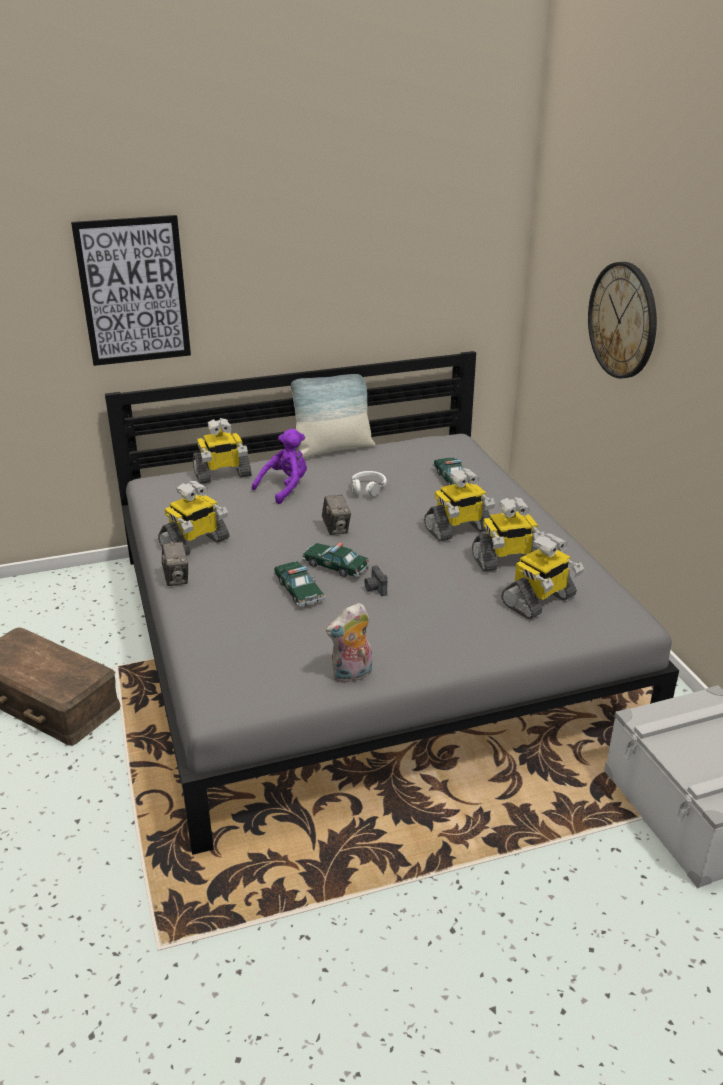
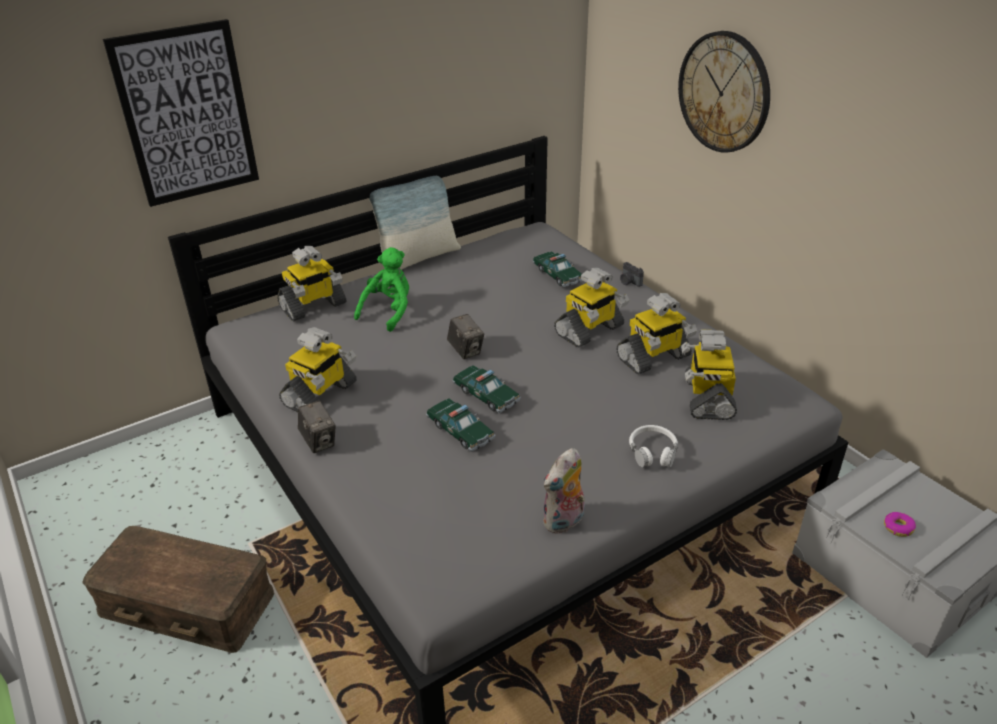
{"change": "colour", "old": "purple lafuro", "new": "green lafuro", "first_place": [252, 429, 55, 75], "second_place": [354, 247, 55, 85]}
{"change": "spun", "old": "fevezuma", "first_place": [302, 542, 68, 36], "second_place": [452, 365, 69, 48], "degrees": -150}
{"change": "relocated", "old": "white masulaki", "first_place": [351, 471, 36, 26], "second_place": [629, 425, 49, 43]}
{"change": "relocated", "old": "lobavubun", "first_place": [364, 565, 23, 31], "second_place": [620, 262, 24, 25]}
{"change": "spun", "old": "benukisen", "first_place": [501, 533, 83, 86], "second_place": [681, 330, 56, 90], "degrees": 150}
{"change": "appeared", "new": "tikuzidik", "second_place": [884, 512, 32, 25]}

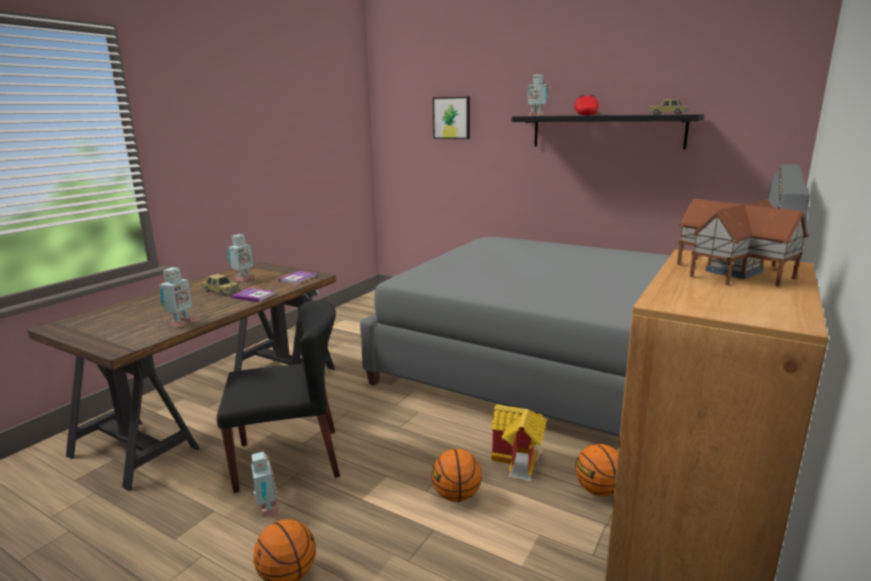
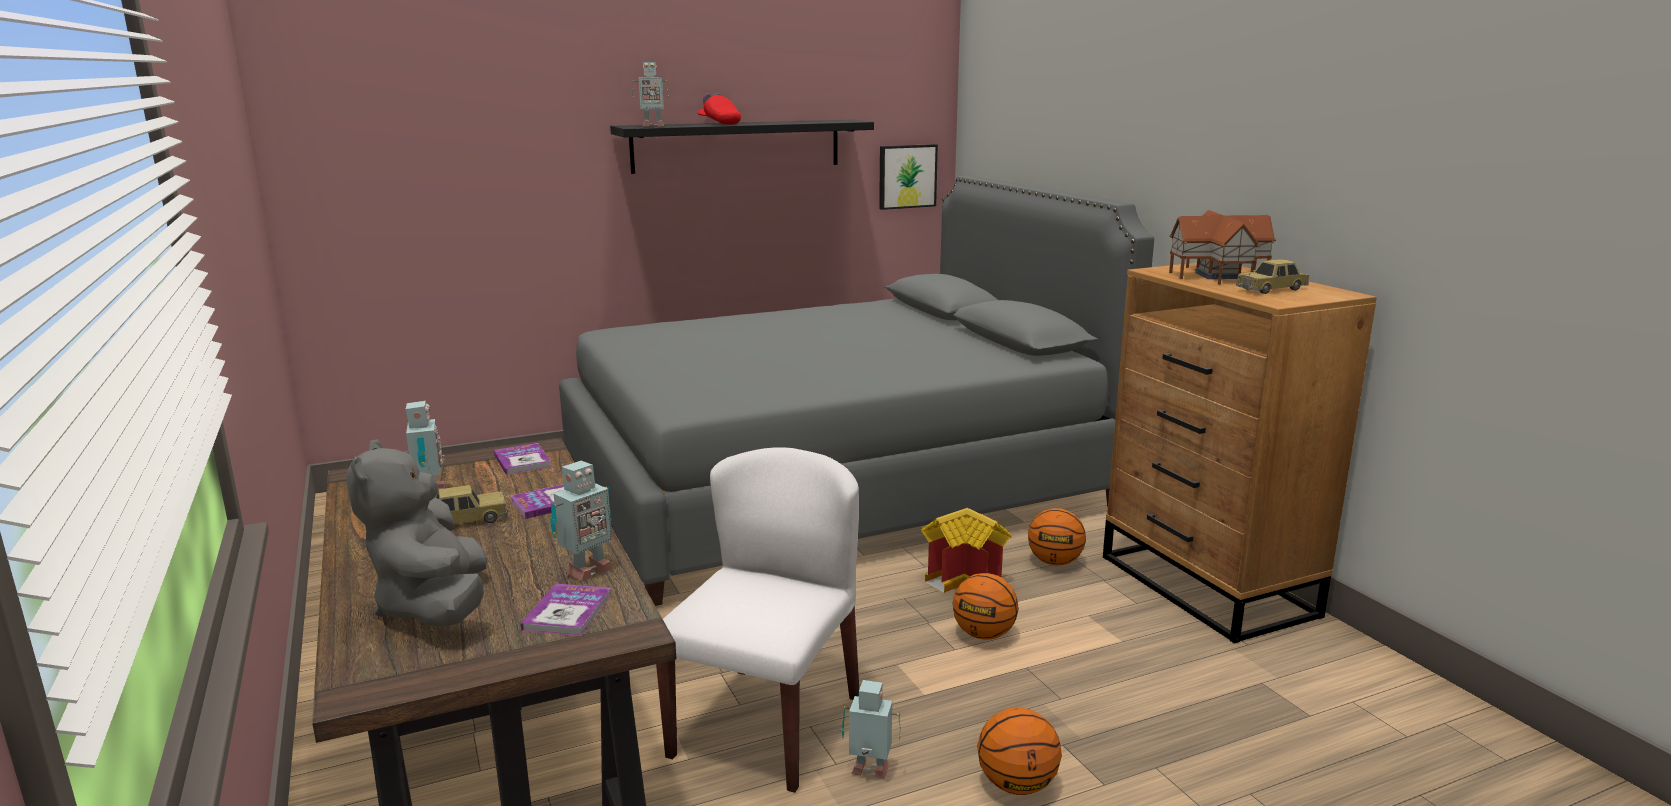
{"change": "spun", "old": "benukisen", "first_place": [160, 267, 35, 61], "second_place": [550, 461, 64, 120], "degrees": 75}
{"change": "colour", "old": "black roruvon", "new": "white roruvon", "first_place": [217, 301, 123, 192], "second_place": [656, 447, 203, 346]}
{"change": "relocated", "old": "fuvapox", "first_place": [433, 97, 37, 42], "second_place": [879, 144, 59, 66]}
{"change": "relocated", "old": "fevezuma", "first_place": [649, 99, 40, 16], "second_place": [1236, 259, 73, 35]}
{"change": "appeared", "new": "grey lafuro", "second_place": [346, 439, 141, 187]}
{"change": "appeared", "new": "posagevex", "second_place": [520, 584, 91, 52]}

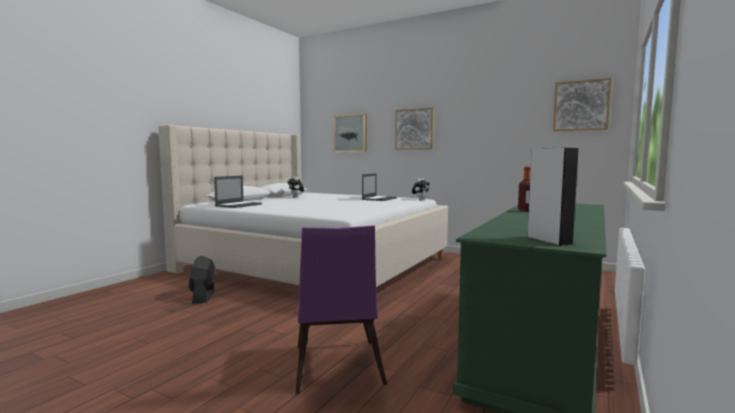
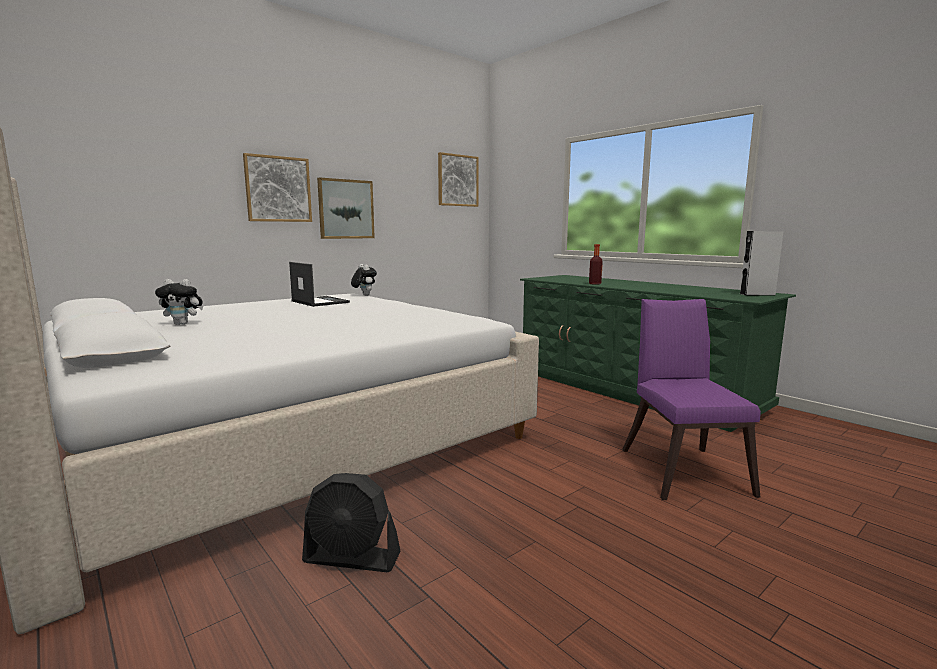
{"change": "missing", "old": "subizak", "first_place": [214, 176, 48, 32]}
{"change": "spun", "old": "purple roruvon", "first_place": [295, 225, 92, 169], "second_place": [622, 299, 139, 201], "degrees": -105}
{"change": "relocated", "old": "fuvapox", "first_place": [334, 114, 32, 38], "second_place": [317, 177, 58, 62]}

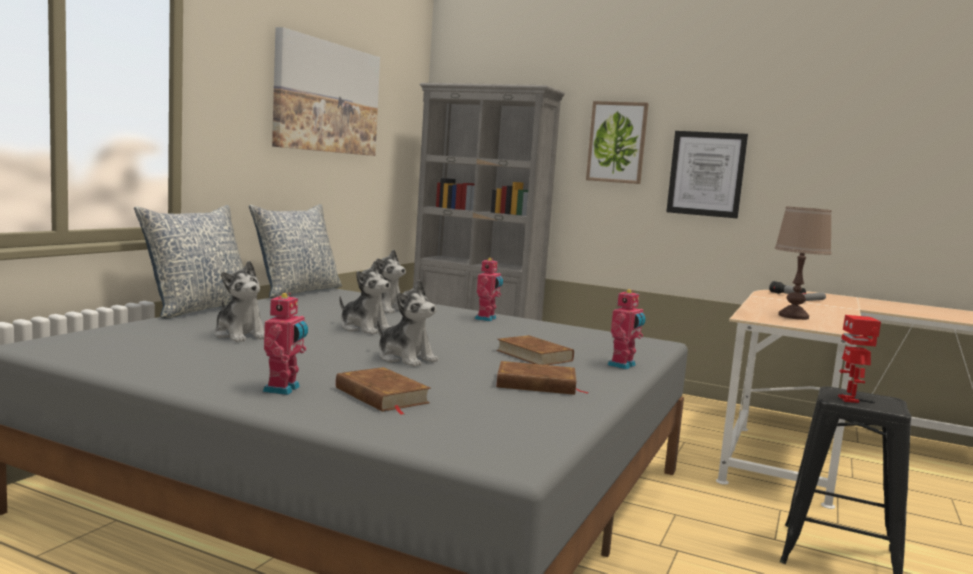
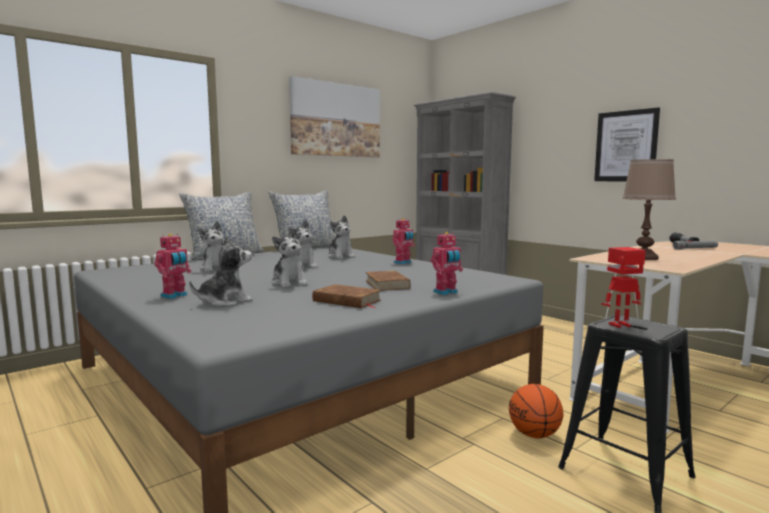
{"change": "exchanged", "old": "brown posagevex", "new": "lafuro", "first_place": [336, 367, 95, 48], "second_place": [189, 236, 64, 71]}
{"change": "missing", "old": "fuvapox", "first_place": [586, 101, 63, 83]}
{"change": "spun", "old": "benukisen", "first_place": [838, 315, 43, 88], "second_place": [602, 247, 44, 81], "degrees": 45}
{"change": "appeared", "new": "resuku", "second_place": [509, 384, 55, 55]}

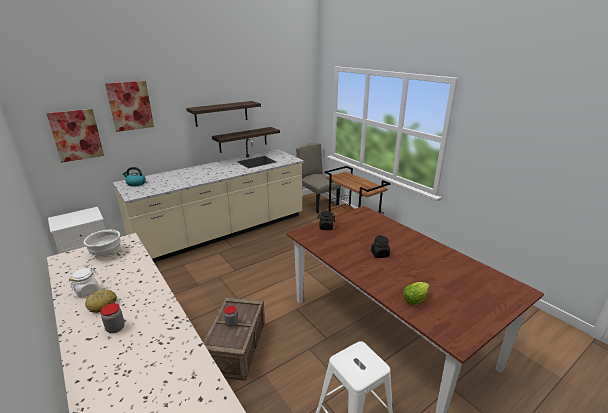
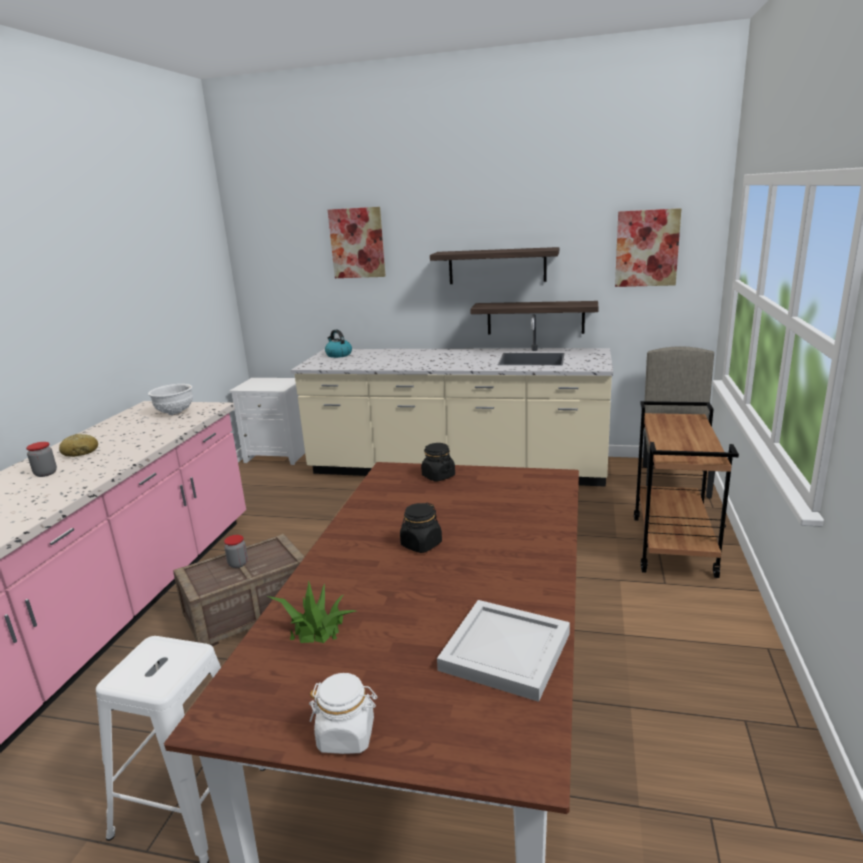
{"change": "relocated", "old": "fuvapox", "first_place": [46, 109, 58, 54], "second_place": [615, 208, 66, 79]}
{"change": "relocated", "old": "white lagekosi", "first_place": [69, 268, 30, 29], "second_place": [309, 673, 68, 81]}
{"change": "exchanged", "old": "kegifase", "new": "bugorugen", "first_place": [403, 282, 27, 23], "second_place": [267, 580, 89, 63]}
{"change": "appeared", "new": "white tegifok", "second_place": [437, 600, 133, 102]}

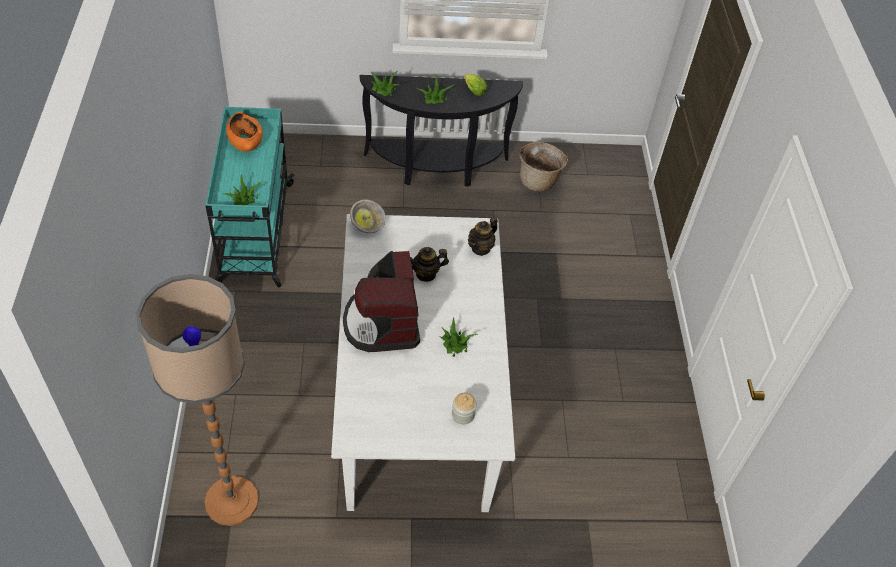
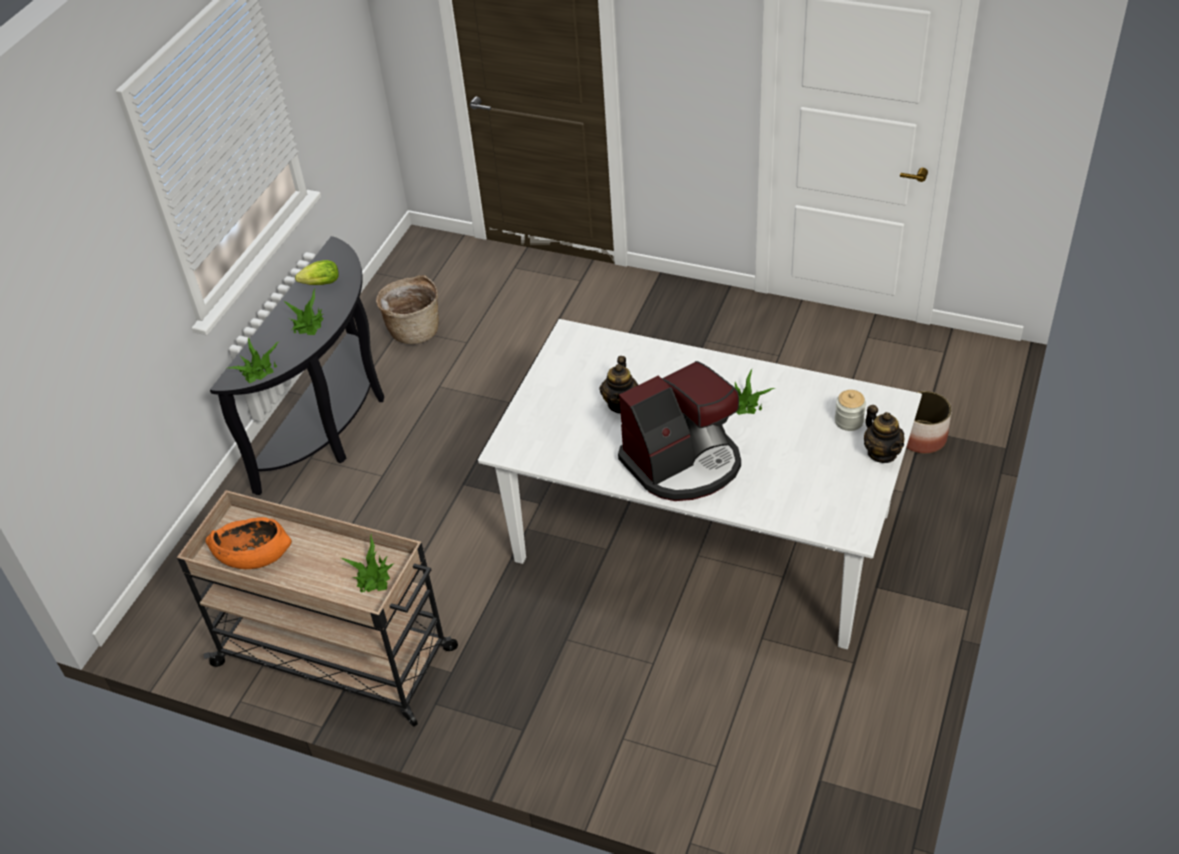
{"change": "missing", "old": "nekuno", "first_place": [136, 274, 123, 252]}
{"change": "colour", "old": "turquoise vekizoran", "new": "beige vekizoran", "first_place": [205, 107, 89, 181], "second_place": [177, 490, 281, 237]}
{"change": "spun", "old": "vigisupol", "first_place": [343, 251, 77, 101], "second_place": [618, 361, 123, 140], "degrees": -45}
{"change": "missing", "old": "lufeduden", "first_place": [350, 200, 35, 33]}
{"change": "relocated", "old": "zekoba", "first_place": [468, 217, 30, 39], "second_place": [864, 405, 40, 58]}
{"change": "appeared", "new": "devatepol", "second_place": [906, 391, 46, 63]}

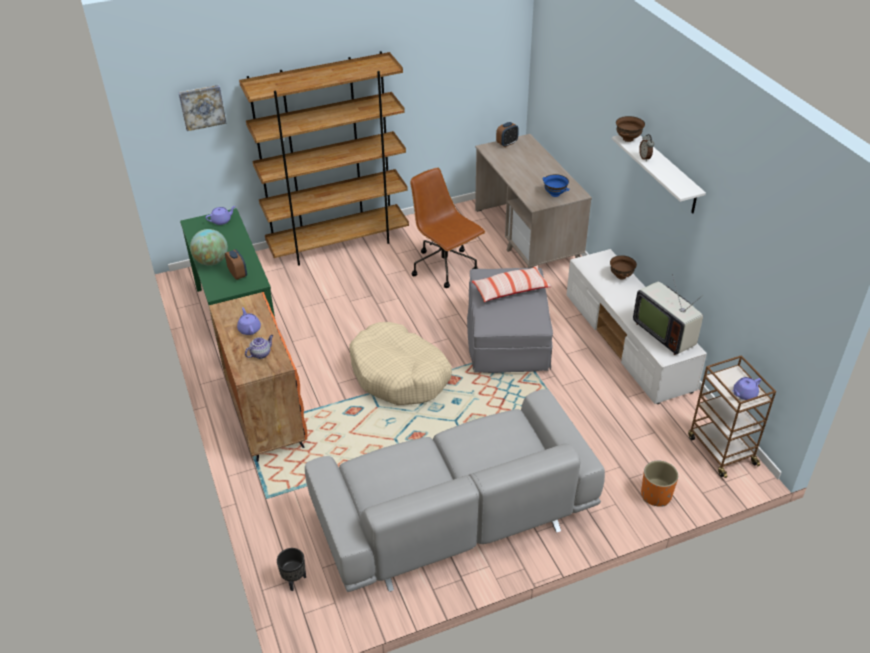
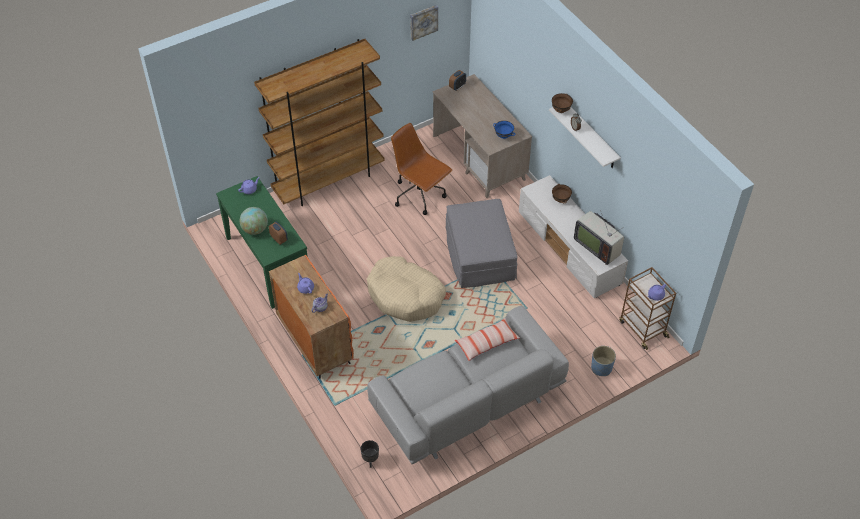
{"change": "relocated", "old": "fuvapox", "first_place": [178, 85, 48, 46], "second_place": [410, 5, 28, 36]}
{"change": "relocated", "old": "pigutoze", "first_place": [471, 266, 80, 36], "second_place": [455, 318, 65, 43]}
{"change": "colour", "old": "orange devatepol", "new": "blue devatepol", "first_place": [641, 461, 37, 46], "second_place": [591, 346, 25, 30]}

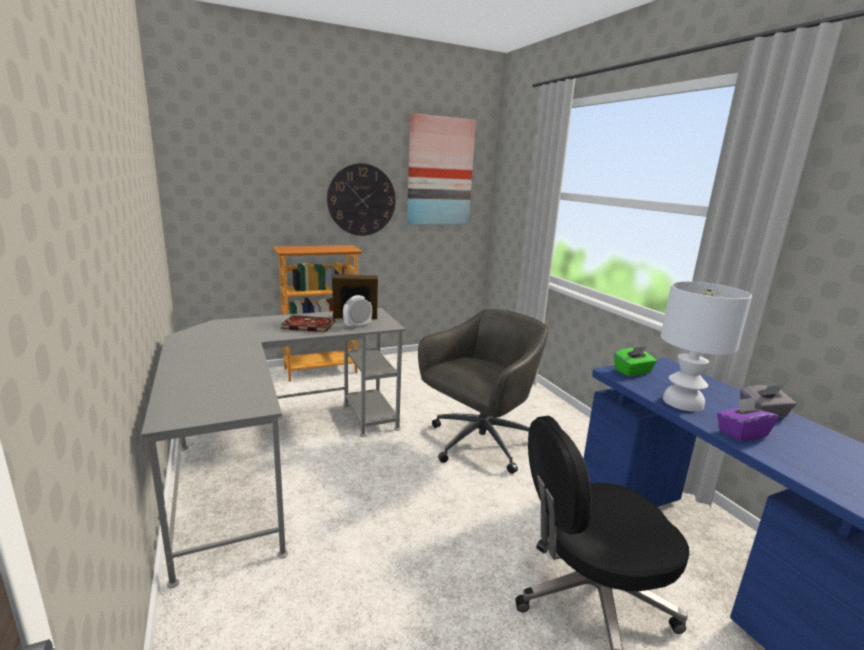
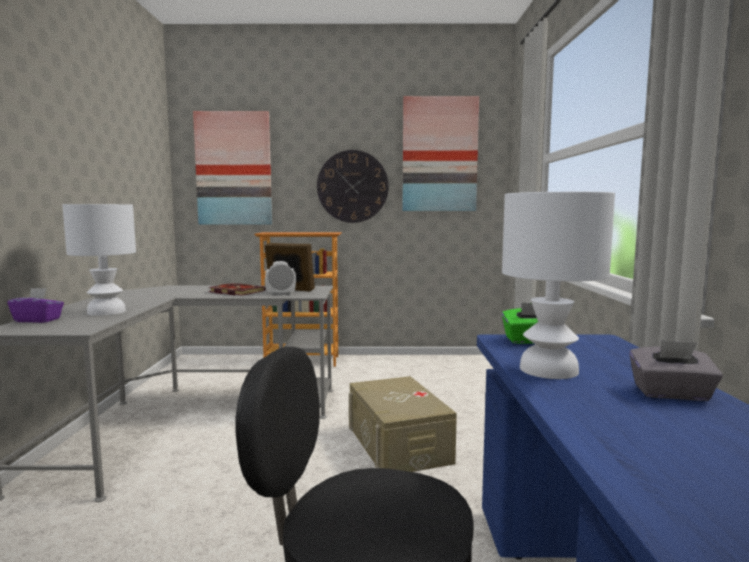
{"change": "exchanged", "old": "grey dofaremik", "new": "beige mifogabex", "first_place": [418, 309, 131, 165], "second_place": [349, 376, 108, 96]}
{"change": "relocated", "old": "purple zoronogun", "first_place": [717, 398, 61, 43], "second_place": [7, 288, 57, 35]}
{"change": "appeared", "new": "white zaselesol", "second_place": [62, 204, 74, 112]}
{"change": "appeared", "new": "fuvapox", "second_place": [193, 111, 79, 114]}

